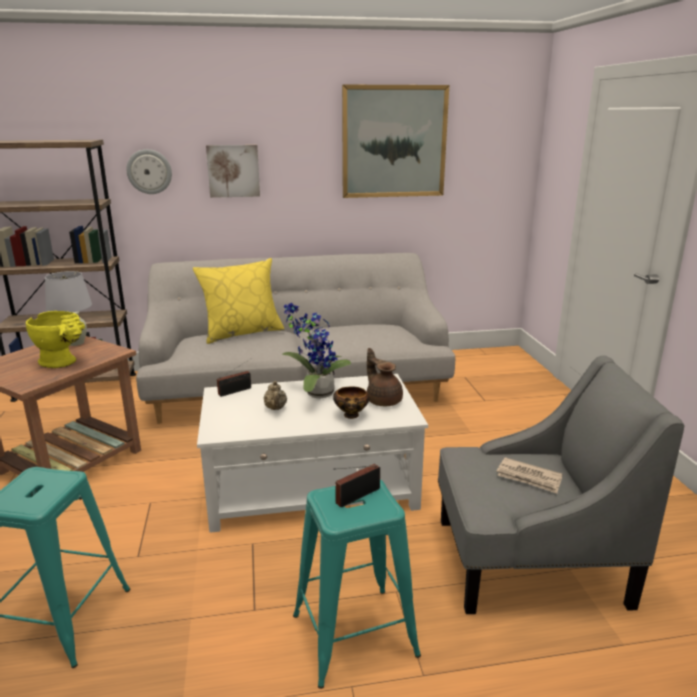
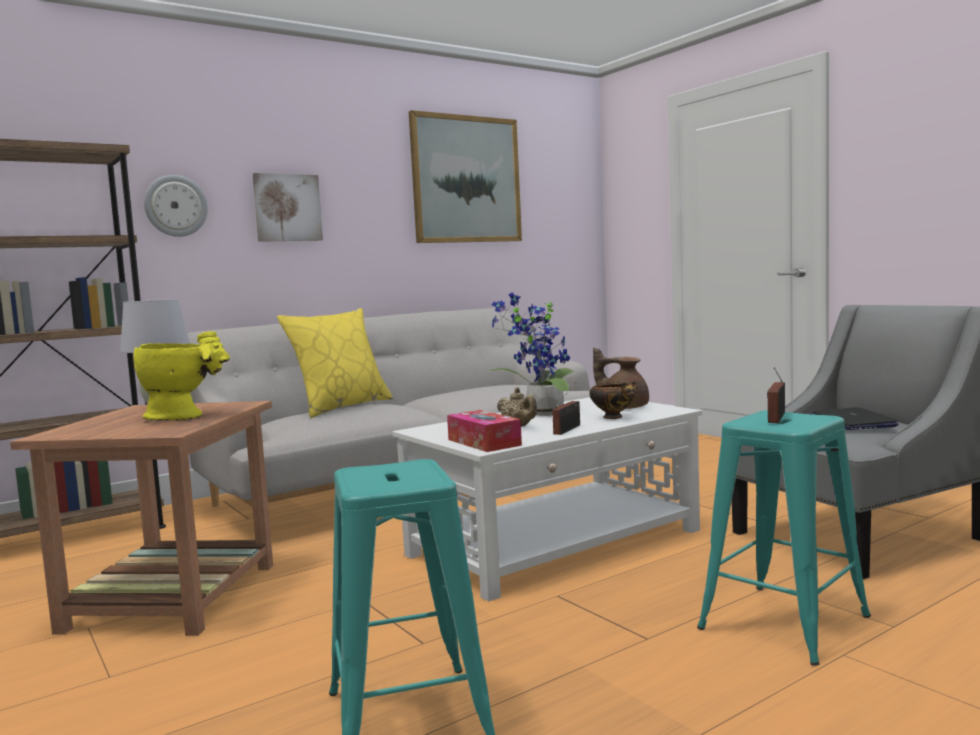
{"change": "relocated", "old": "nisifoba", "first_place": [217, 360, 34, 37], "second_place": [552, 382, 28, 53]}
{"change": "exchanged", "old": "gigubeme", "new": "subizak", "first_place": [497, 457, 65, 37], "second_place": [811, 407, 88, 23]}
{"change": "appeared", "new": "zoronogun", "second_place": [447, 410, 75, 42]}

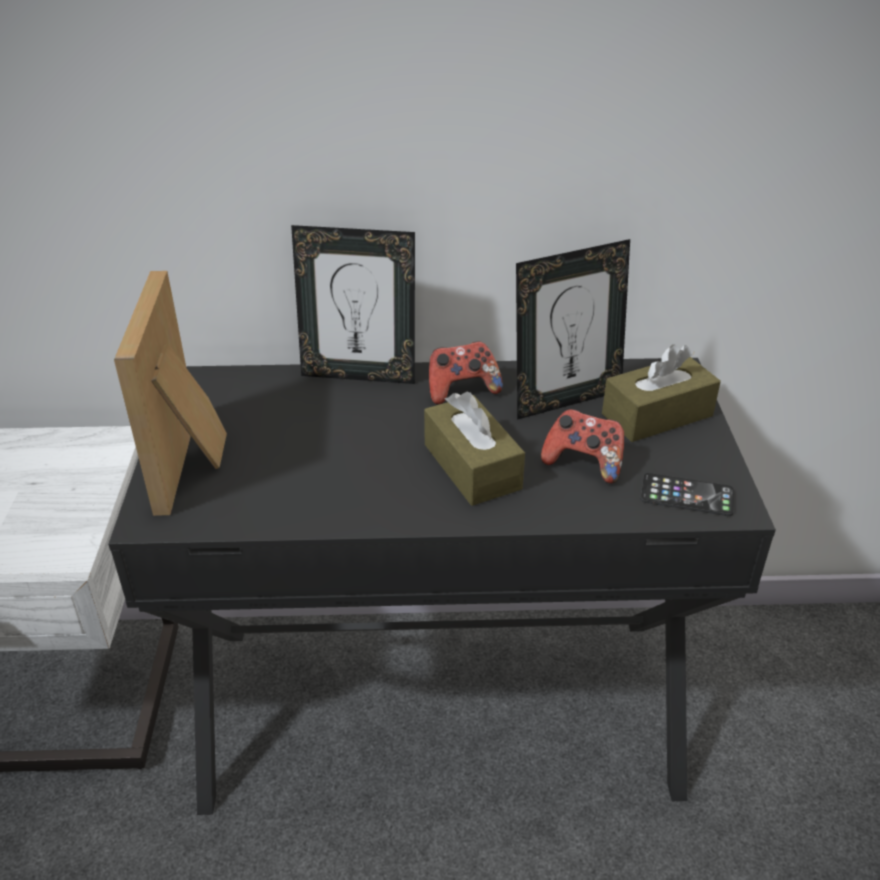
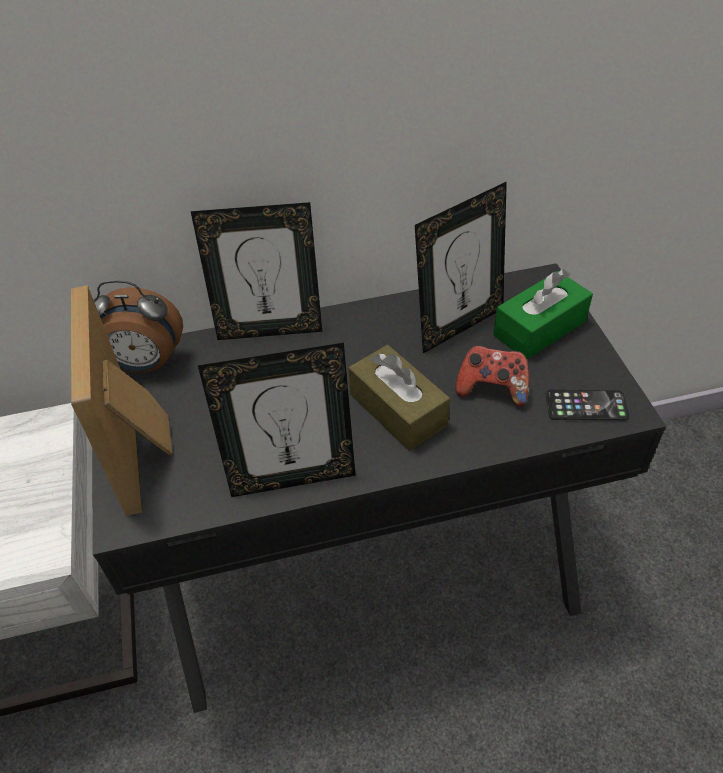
{"change": "missing", "old": "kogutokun", "first_place": [429, 341, 74, 63]}
{"change": "colour", "old": "brown zoronogun", "new": "green zoronogun", "first_place": [602, 344, 119, 98], "second_place": [493, 269, 100, 91]}
{"change": "appeared", "new": "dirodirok", "second_place": [94, 280, 89, 93]}
{"change": "appeared", "new": "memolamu", "second_place": [198, 343, 158, 154]}

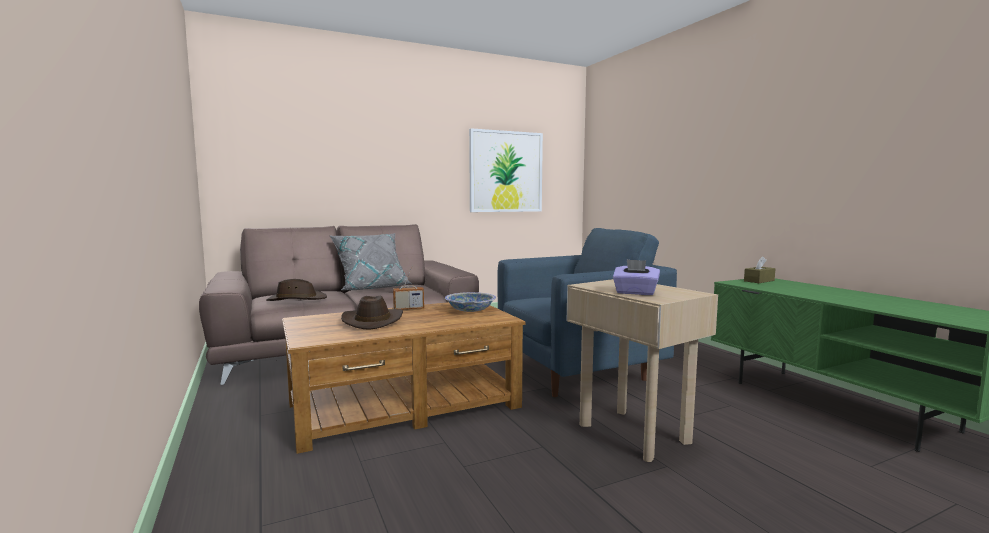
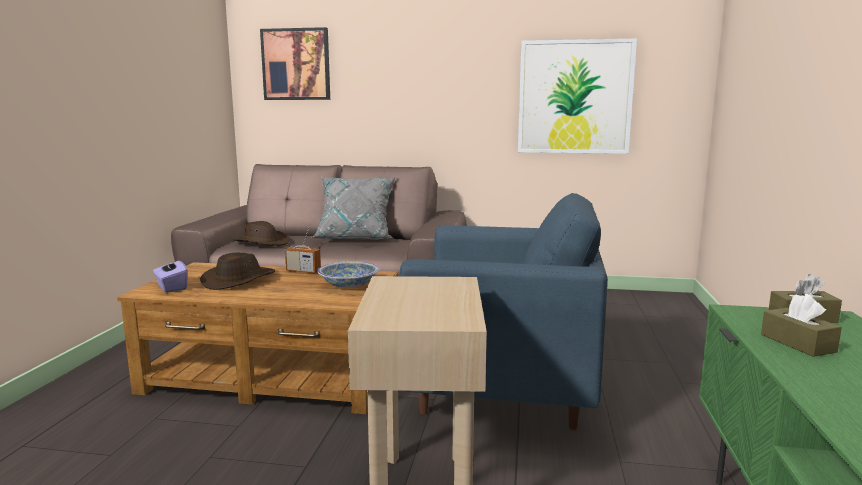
{"change": "relocated", "old": "purple zoronogun", "first_place": [613, 259, 47, 36], "second_place": [153, 258, 35, 35]}
{"change": "appeared", "new": "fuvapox", "second_place": [260, 27, 70, 73]}
{"change": "appeared", "new": "brown zoronogun", "second_place": [761, 294, 81, 63]}

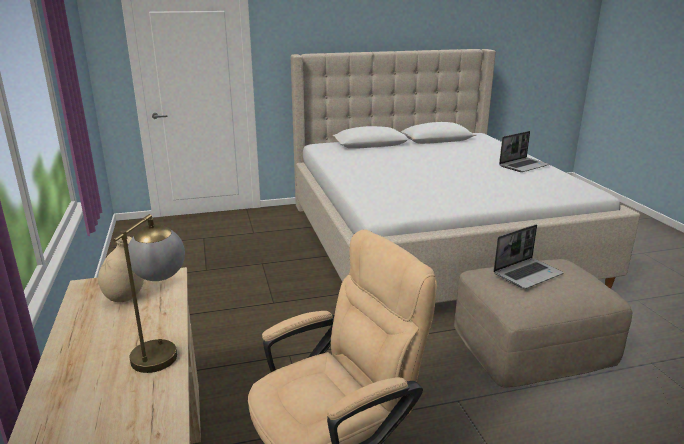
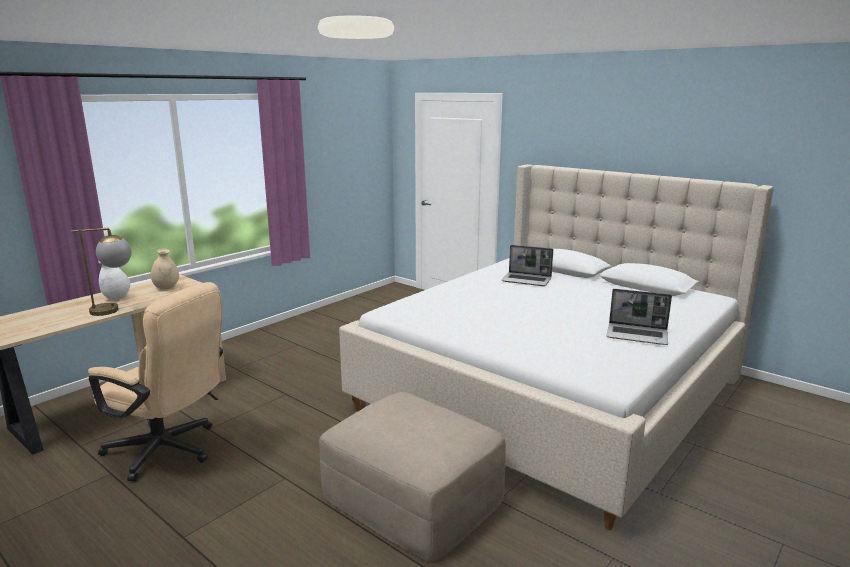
{"change": "relocated", "old": "subizak", "first_place": [493, 225, 71, 64], "second_place": [502, 245, 51, 41]}
{"change": "appeared", "new": "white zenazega", "second_place": [98, 261, 32, 39]}

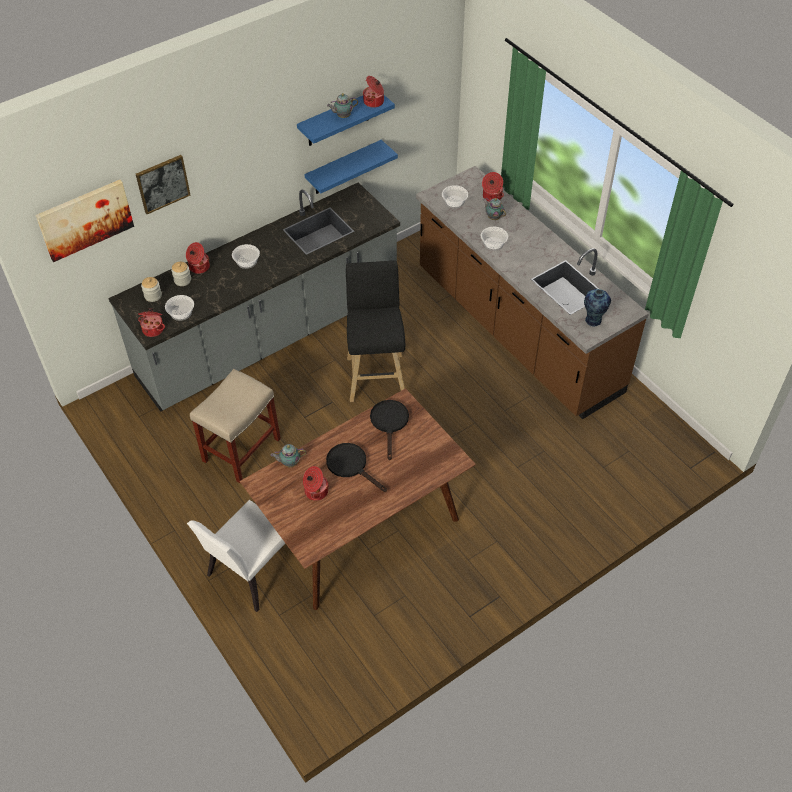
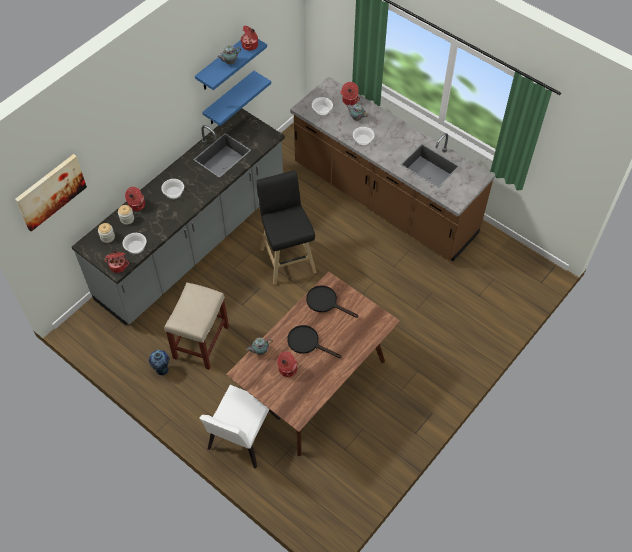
{"change": "missing", "old": "fuvapox", "first_place": [136, 155, 54, 59]}
{"change": "spun", "old": "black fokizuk", "first_place": [370, 400, 39, 60], "second_place": [306, 285, 52, 33], "degrees": -45}
{"change": "relocated", "old": "zenazega", "first_place": [584, 289, 27, 38], "second_place": [149, 350, 20, 25]}

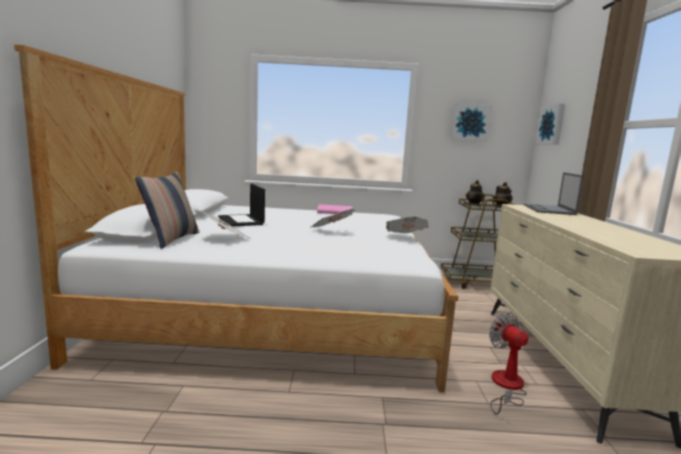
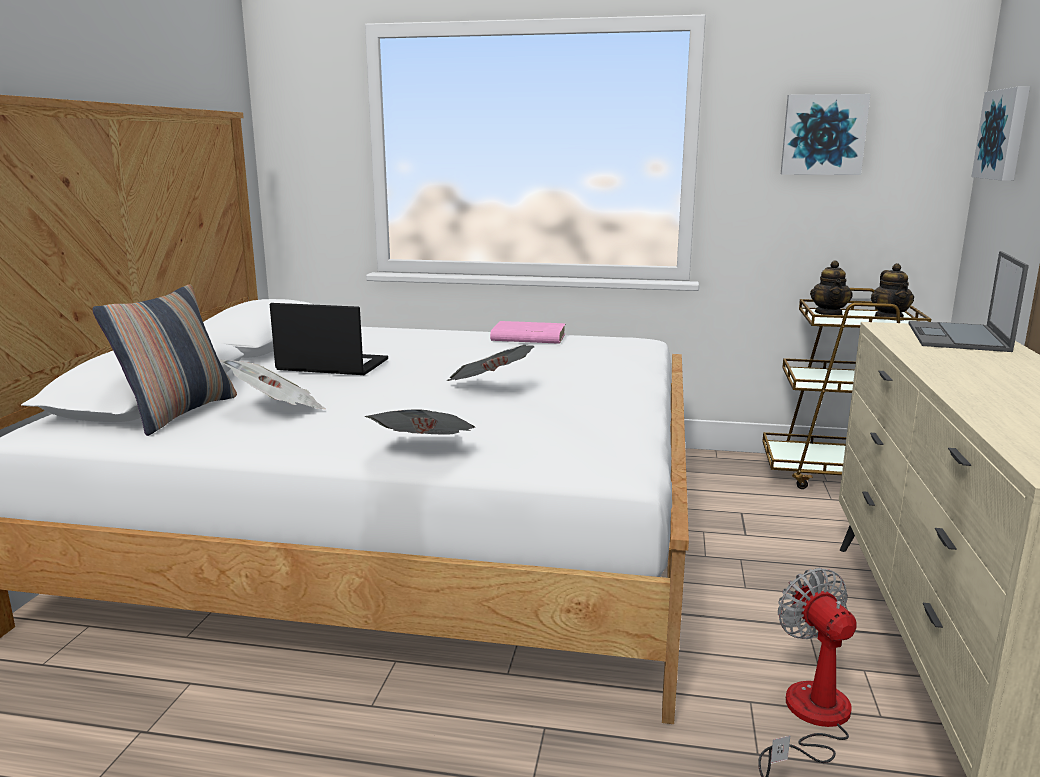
{"change": "spun", "old": "subizak", "first_place": [218, 183, 47, 43], "second_place": [270, 303, 118, 72], "degrees": 120}
{"change": "relocated", "old": "gigubeme", "first_place": [386, 217, 43, 16], "second_place": [365, 409, 110, 26]}

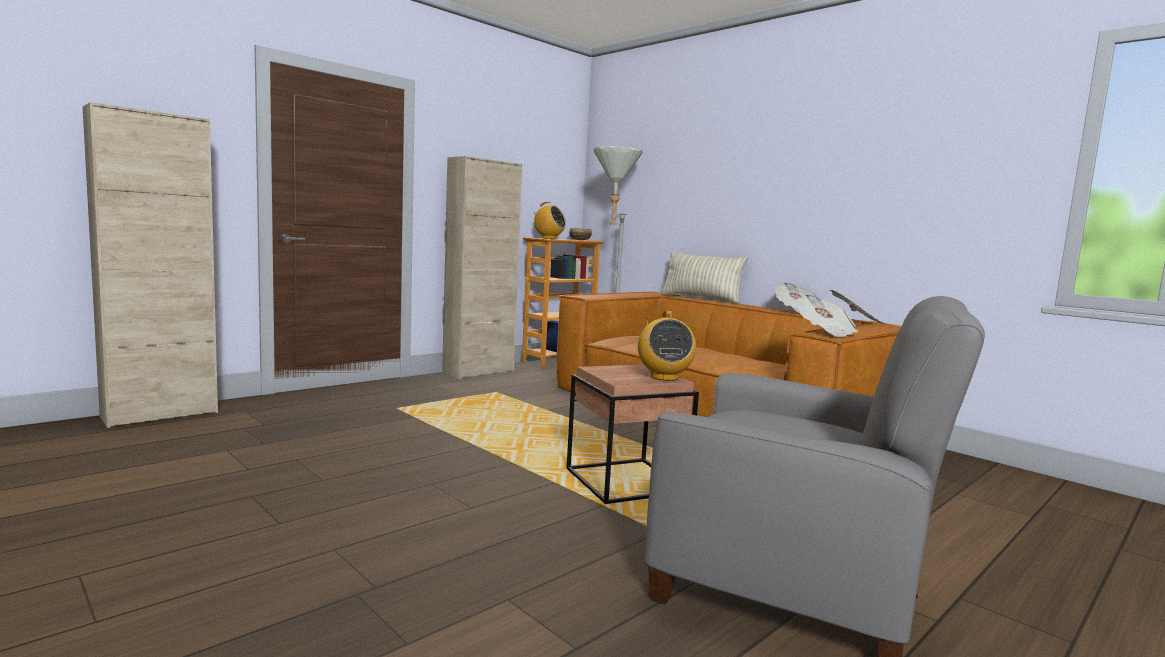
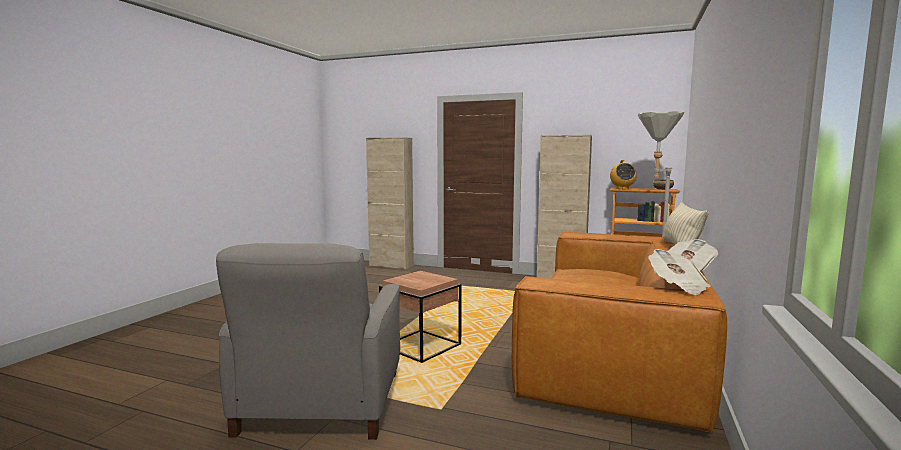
{"change": "missing", "old": "nisifoba", "first_place": [638, 311, 58, 70]}
{"change": "missing", "old": "gigubeme", "first_place": [796, 294, 62, 43]}

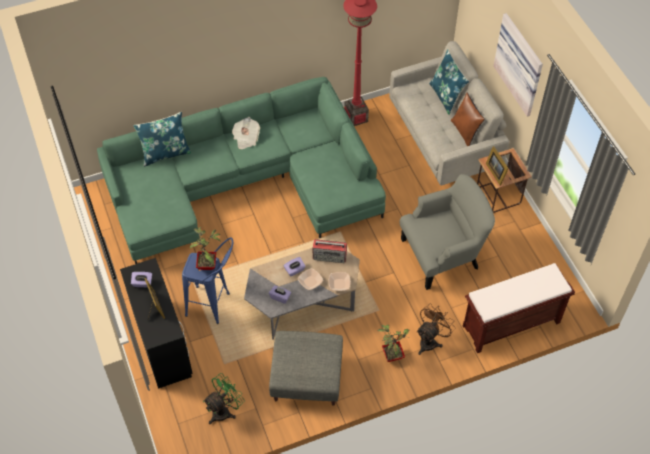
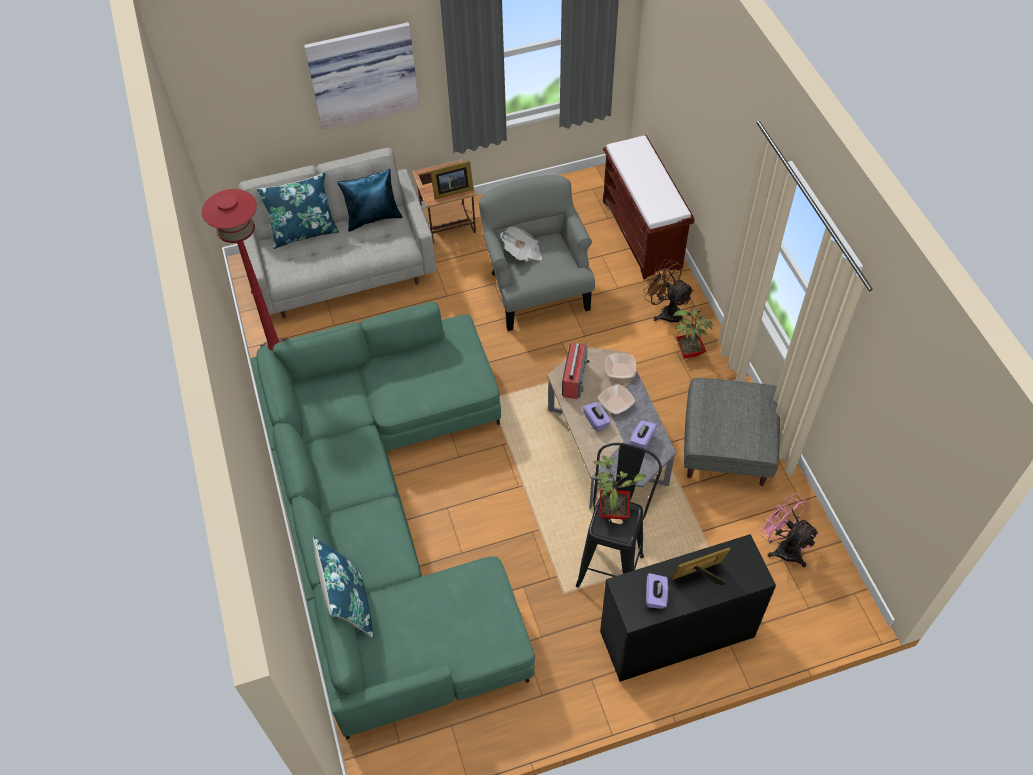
{"change": "colour", "old": "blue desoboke", "new": "black desoboke", "first_place": [182, 237, 51, 87], "second_place": [576, 443, 86, 145]}
{"change": "colour", "old": "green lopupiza", "new": "pink lopupiza", "first_place": [203, 373, 42, 51], "second_place": [760, 493, 59, 74]}
{"change": "relocated", "old": "gigubeme", "first_place": [232, 117, 28, 32], "second_place": [500, 227, 42, 35]}
{"change": "colour", "old": "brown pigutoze", "new": "blue pigutoze", "first_place": [451, 93, 34, 53], "second_place": [337, 169, 65, 63]}

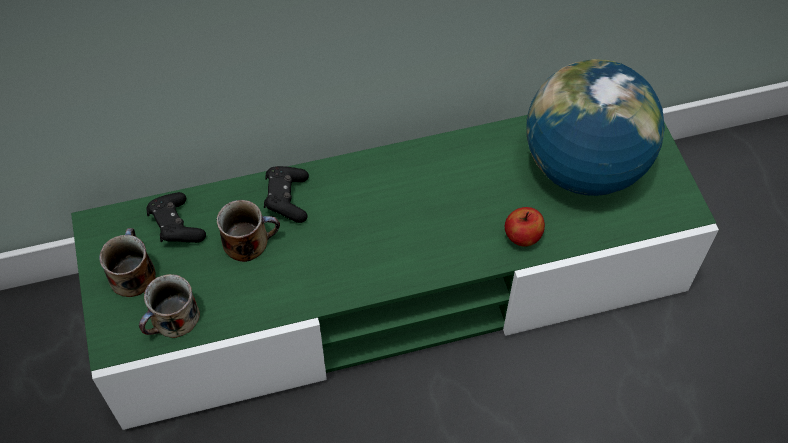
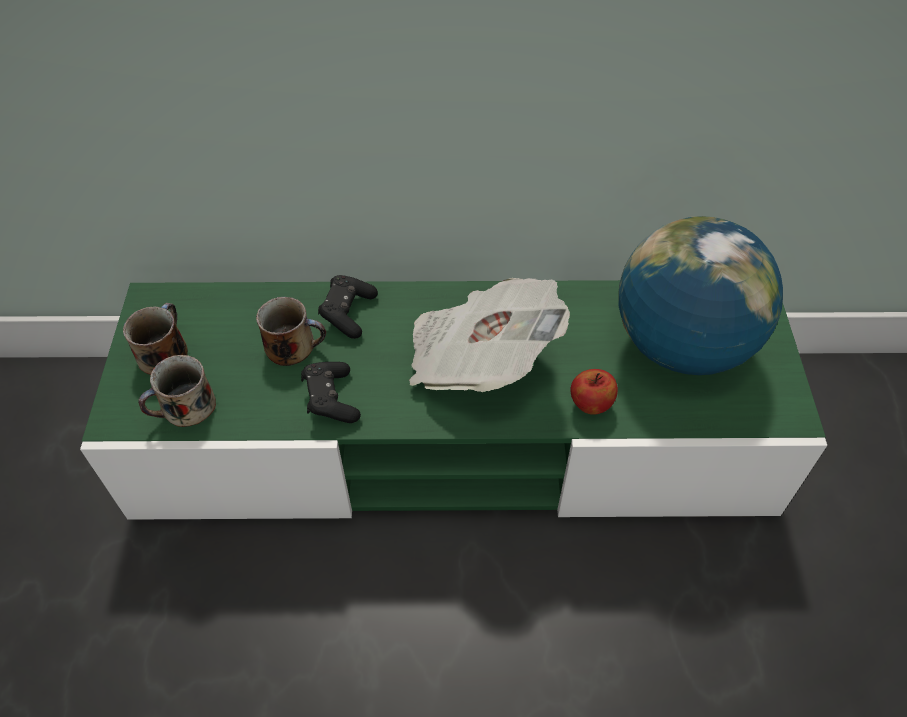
{"change": "relocated", "old": "black kogutokun", "first_place": [146, 192, 60, 51], "second_place": [301, 362, 60, 61]}
{"change": "appeared", "new": "gigubeme", "second_place": [409, 277, 161, 115]}

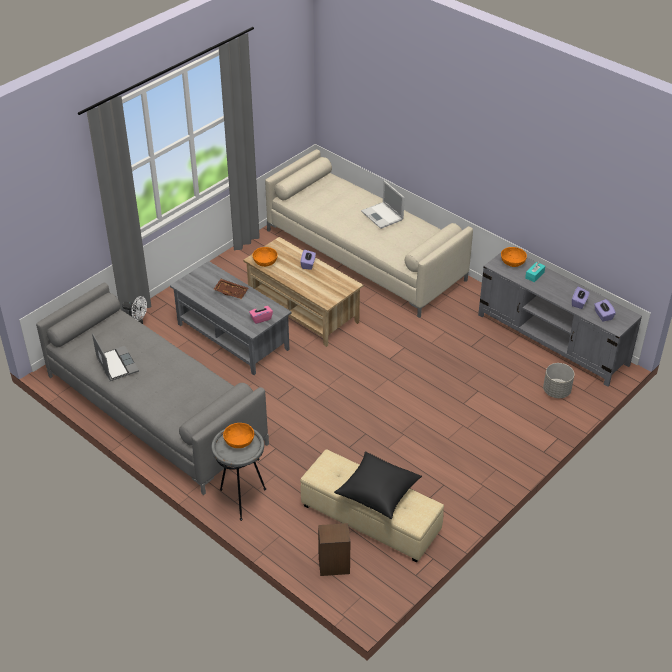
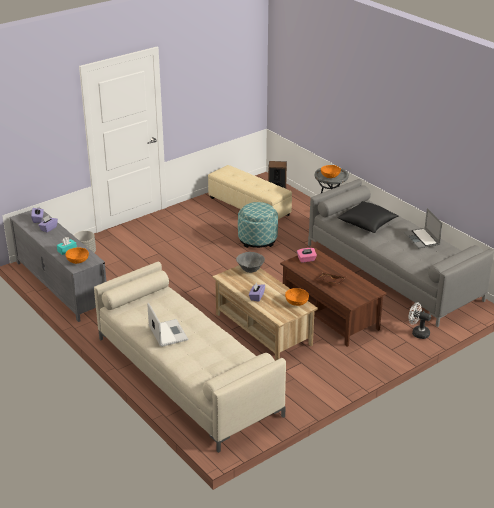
{"change": "colour", "old": "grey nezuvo", "new": "brown nezuvo", "first_place": [170, 261, 122, 114], "second_place": [280, 248, 107, 99]}
{"change": "relocated", "old": "black pigutoze", "first_place": [334, 451, 88, 68], "second_place": [337, 201, 62, 32]}
{"change": "appeared", "new": "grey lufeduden", "second_place": [236, 252, 29, 21]}
{"change": "appeared", "new": "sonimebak", "second_place": [238, 202, 40, 46]}

